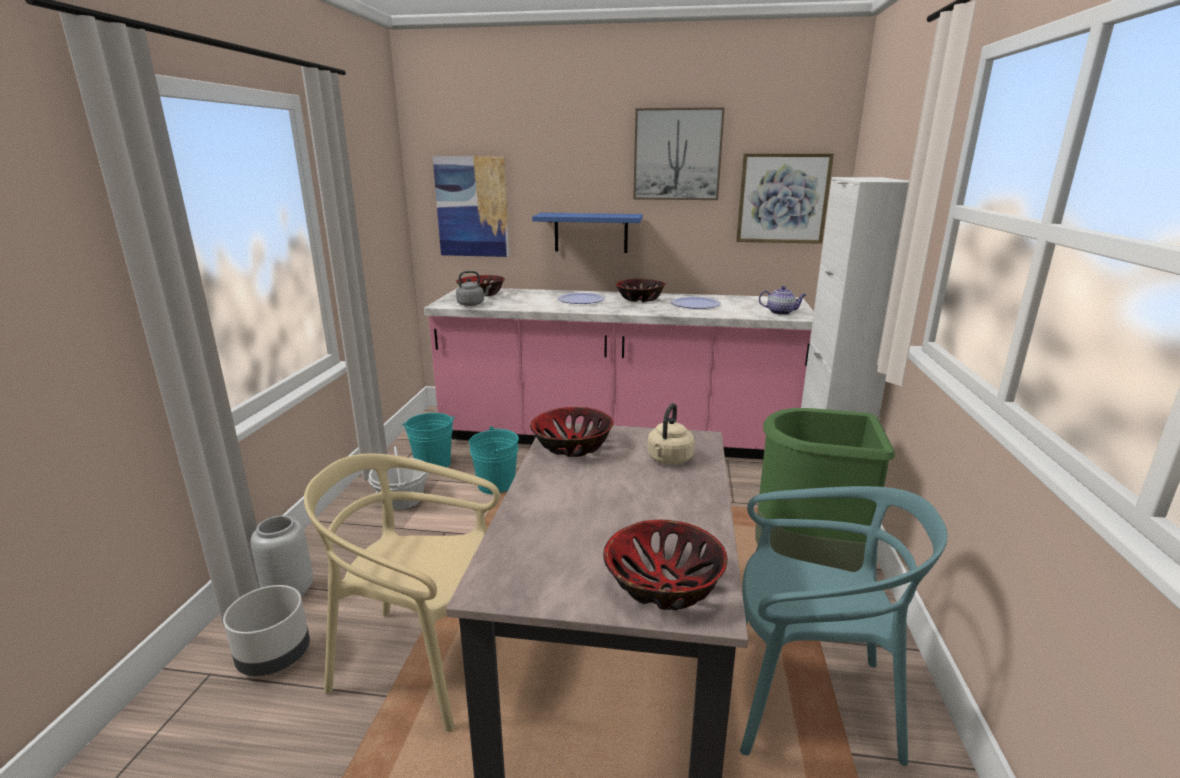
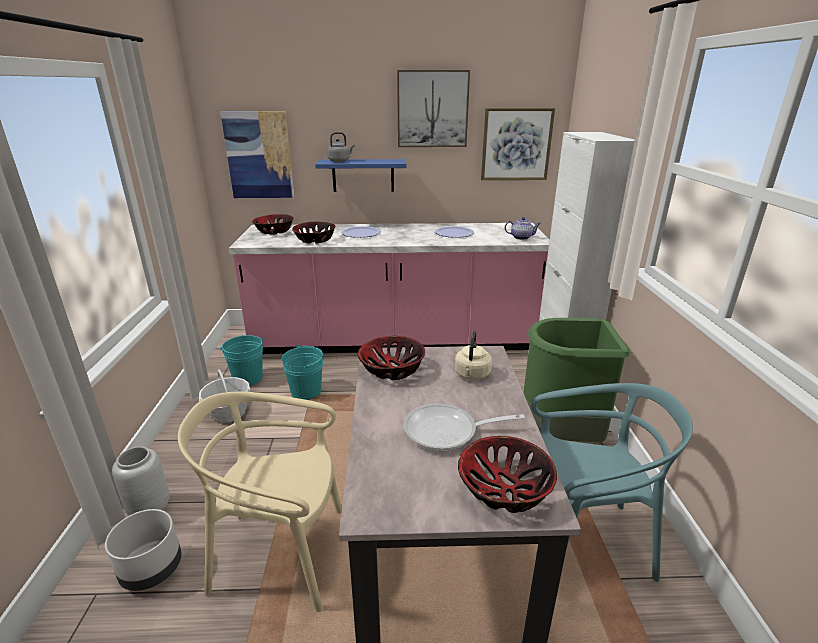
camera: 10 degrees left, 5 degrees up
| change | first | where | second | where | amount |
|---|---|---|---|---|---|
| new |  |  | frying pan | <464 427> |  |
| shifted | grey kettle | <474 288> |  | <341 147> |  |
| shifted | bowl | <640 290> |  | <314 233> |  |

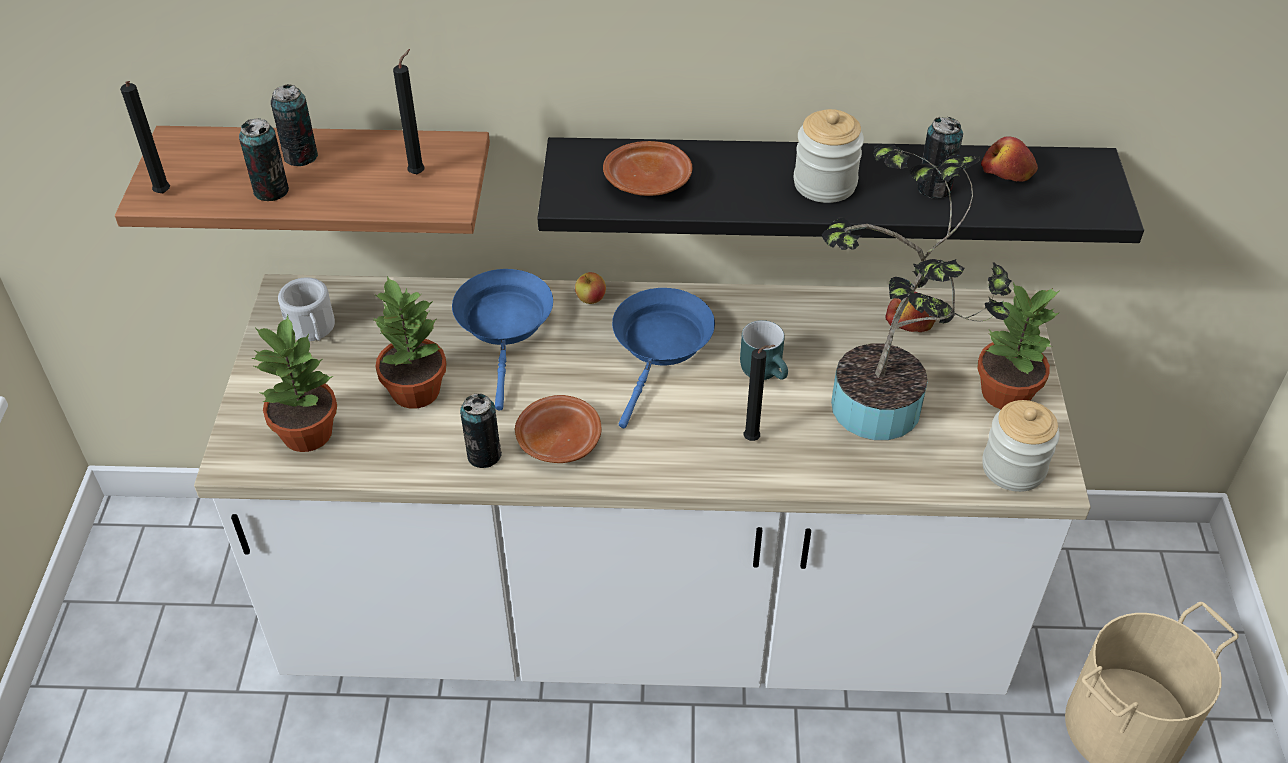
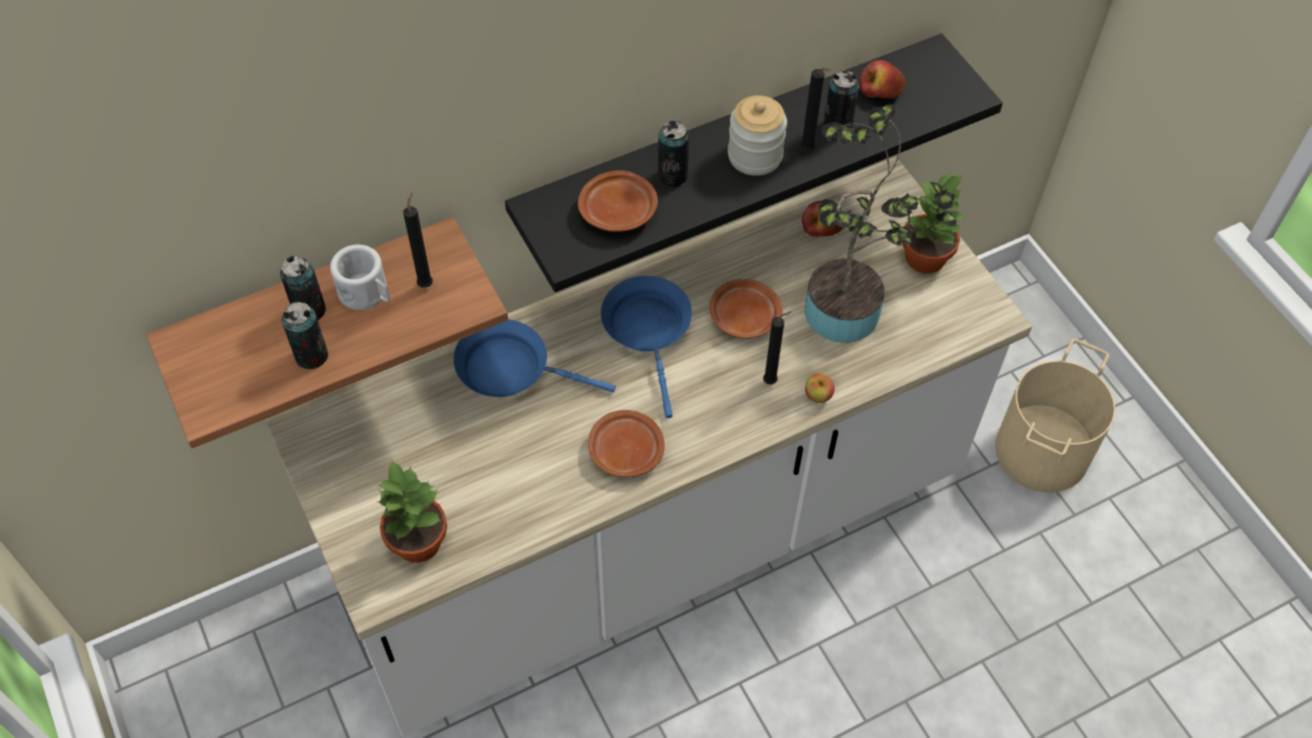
camera: 30 degrees left, 10 degrees up
| change | first | where | second | where | amount |
|---|---|---|---|---|---|
| gone | potted plant | <410 342> |  |  |  |
| gone | jar | <1021 446> |  |  |  |
| shifted | black candle | <145 137> |  | <815 110> |  |
| shifted | white mug | <306 309> |  | <360 277> |  |
| shifted | can | <481 431> |  | <673 154> |  |
| shifted | apple | <590 288> |  | <820 388> |  |
| swapped | turquoise mug | <764 350> | brown plate | <745 309> |  |
| rotated | blue frying pan | <502 339> |  | <534 358> | 45 degrees counterclockwise |

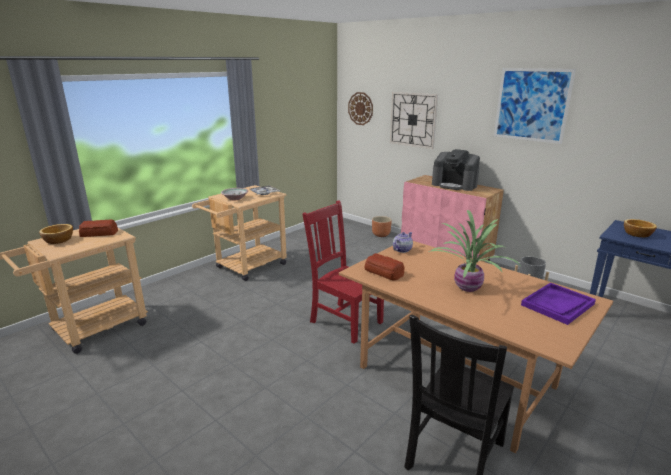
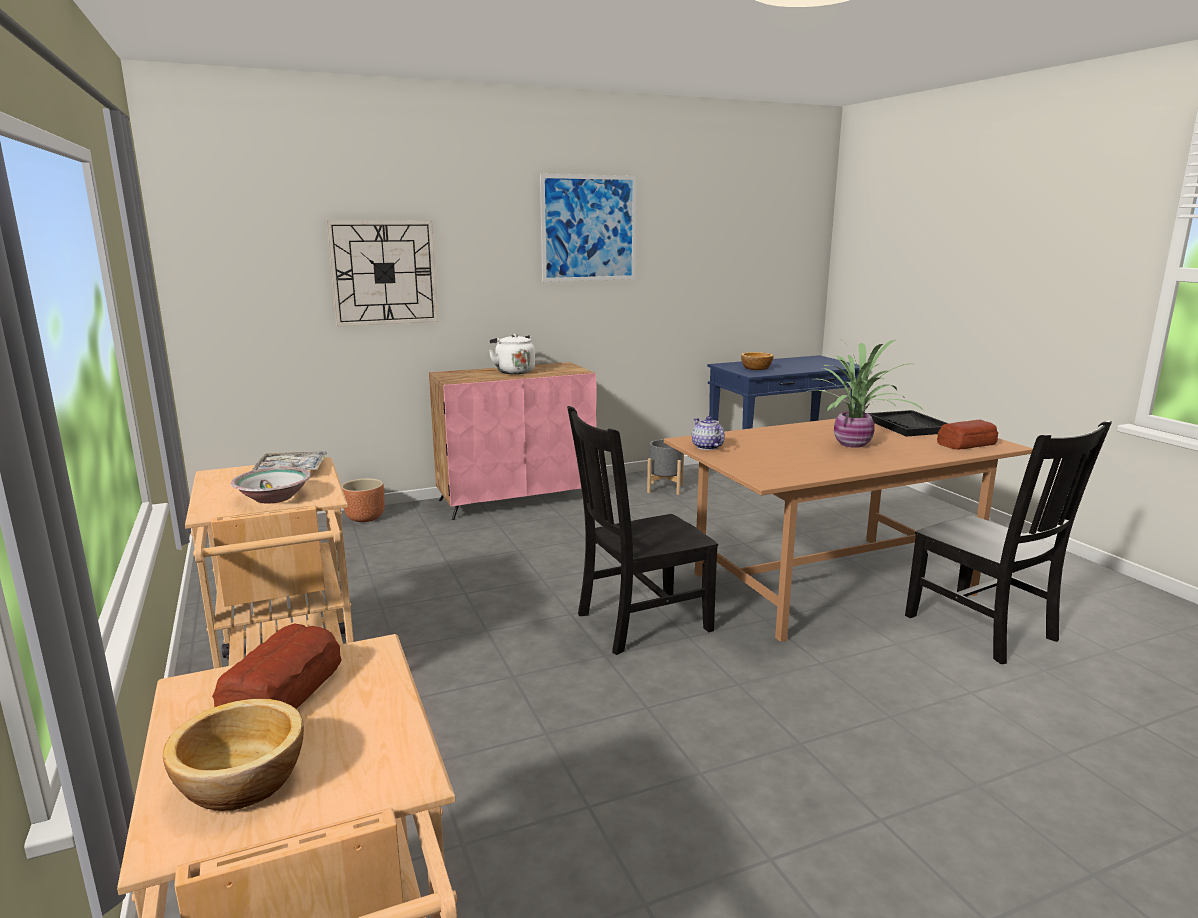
camera: 65 degrees left, 5 degrees down
| change | first | where | second | where | amount |
|---|---|---|---|---|---|
| gone | wall clock | <360 108> |  |  |  |
| shifted | bread | <385 267> |  | <967 435> |  |
| swapped | coffee machine | <456 170> | white kettle | <512 354> |  |
| repainted | red chair | <343 272> | black chair | <642 530> |  |
| repainted | purple tray | <558 304> | black tray | <908 423> |  |

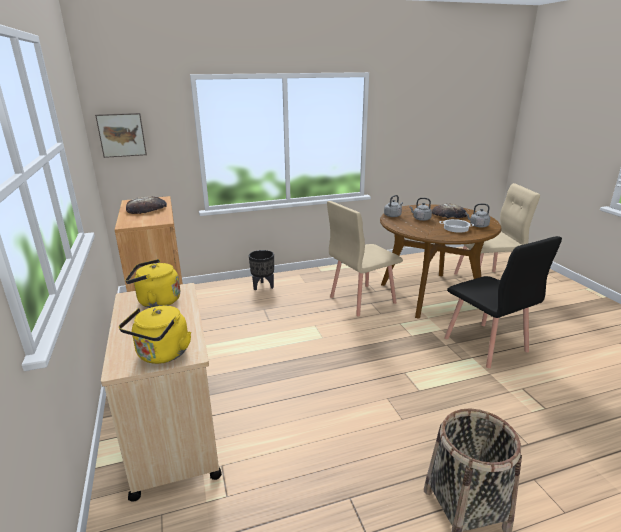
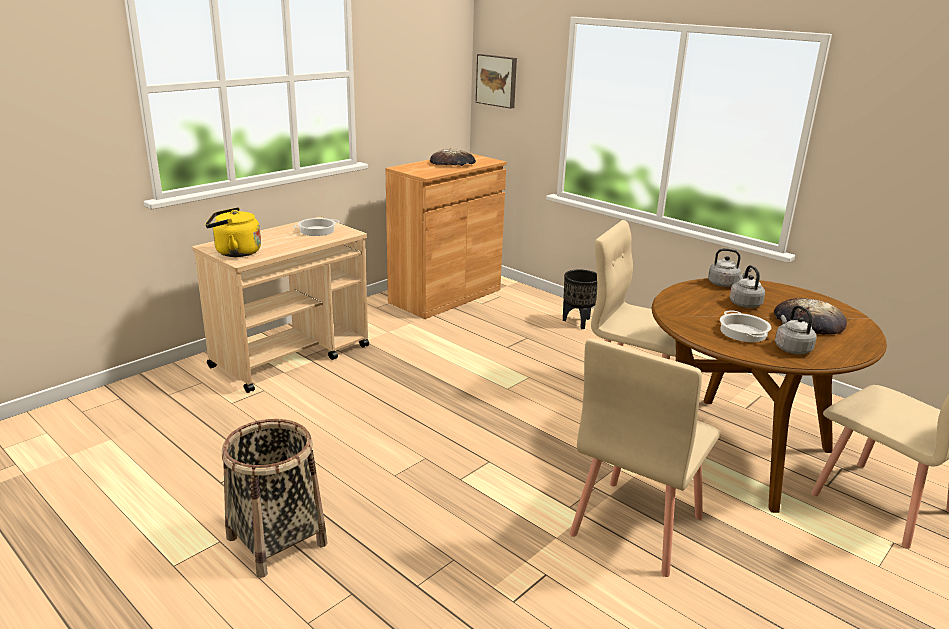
camera: 60 degrees right, 0 degrees up
| change | first | where | second | where | amount |
|---|---|---|---|---|---|
| swapped | yellow kettle | <152 283> | cooking pot | <316 227> |  |
| repainted | black chair | <503 302> | beige chair | <644 457> |  |

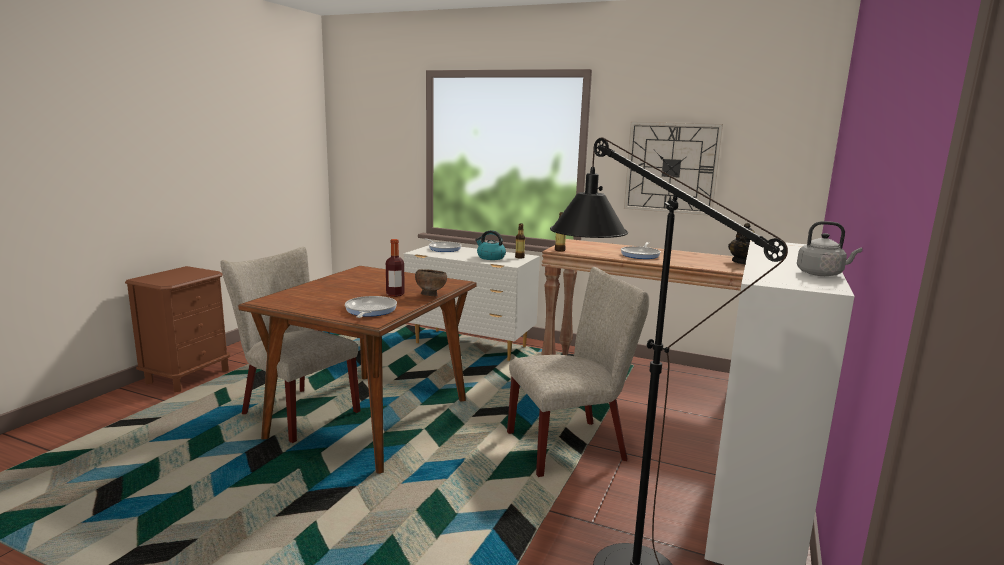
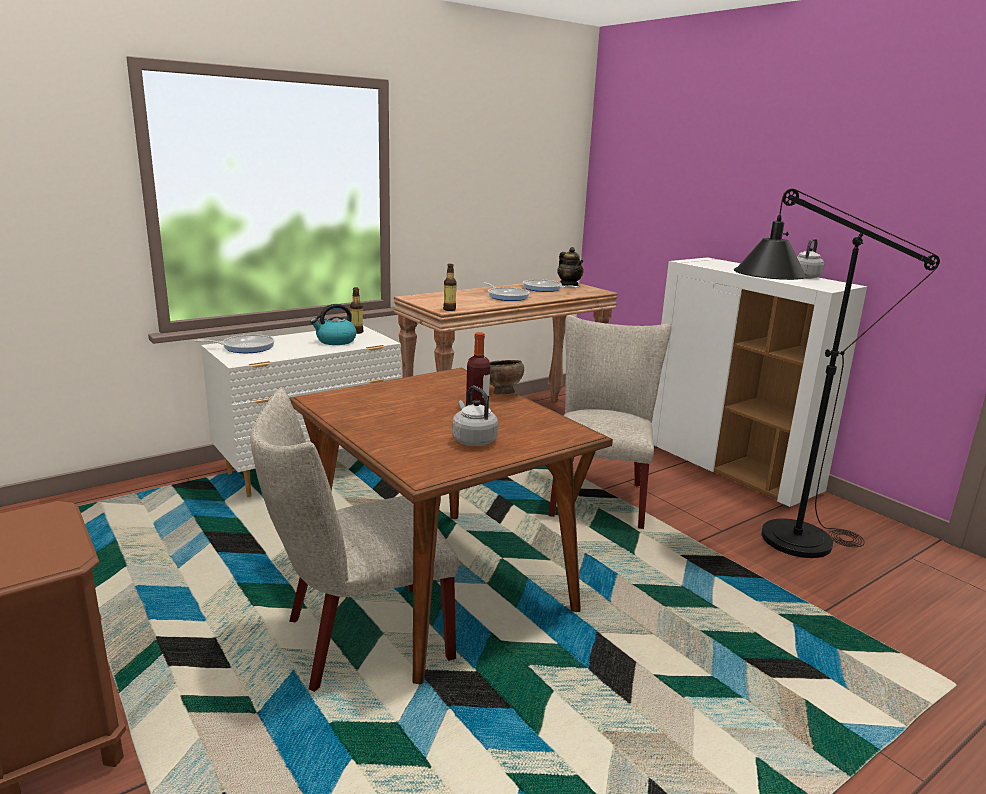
camera: 60 degrees left, 5 degrees up
| change | first | where | second | where | amount |
|---|---|---|---|---|---|
| gone | wall clock | <673 169> |  |  |  |
| new |  |  | grey kettle | <475 416> |  |
| shifted | frying pan | <371 307> |  | <551 285> |  |

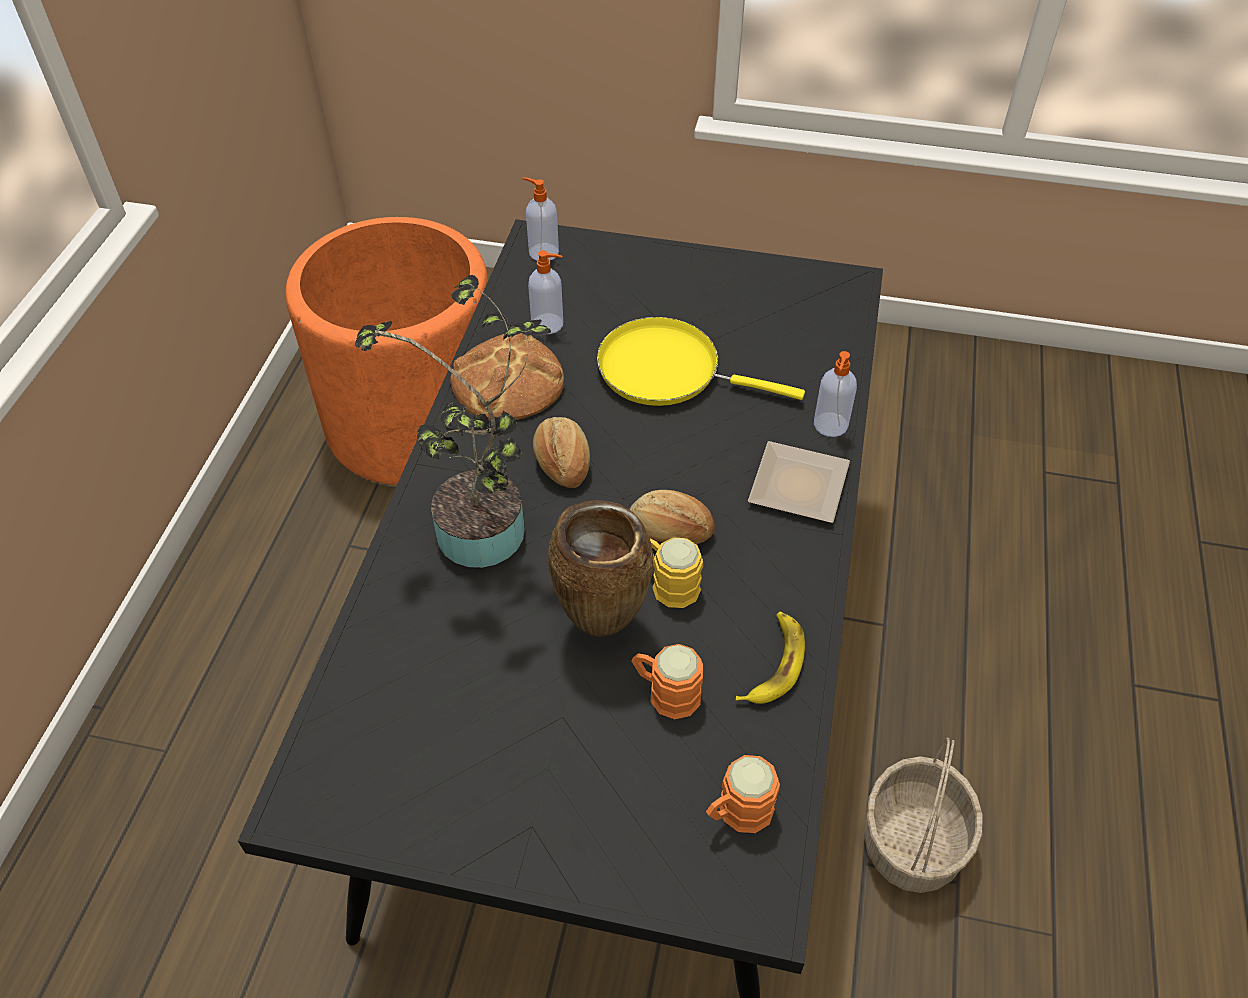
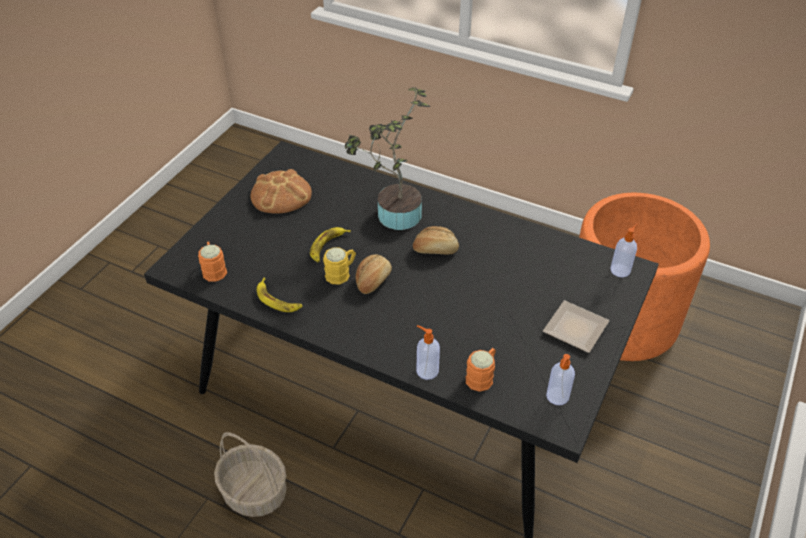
camera: 105 degrees right, 5 degrees down
| change | first | where | second | where | amount |
|---|---|---|---|---|---|
| gone | yellow frying pan | <701 361> |  |  |  |
| shifted | bread | <507 377> |  | <281 191> |  |
| shifted | soap dispenser | <545 292> |  | <560 379> |  |
| shifted | orange mug | <667 681> |  | <481 370> |  |
| shifted | plate | <799 482> |  | <576 326> |  |
| swapped | brown vase | <600 568> | banana | <330 244> |  |

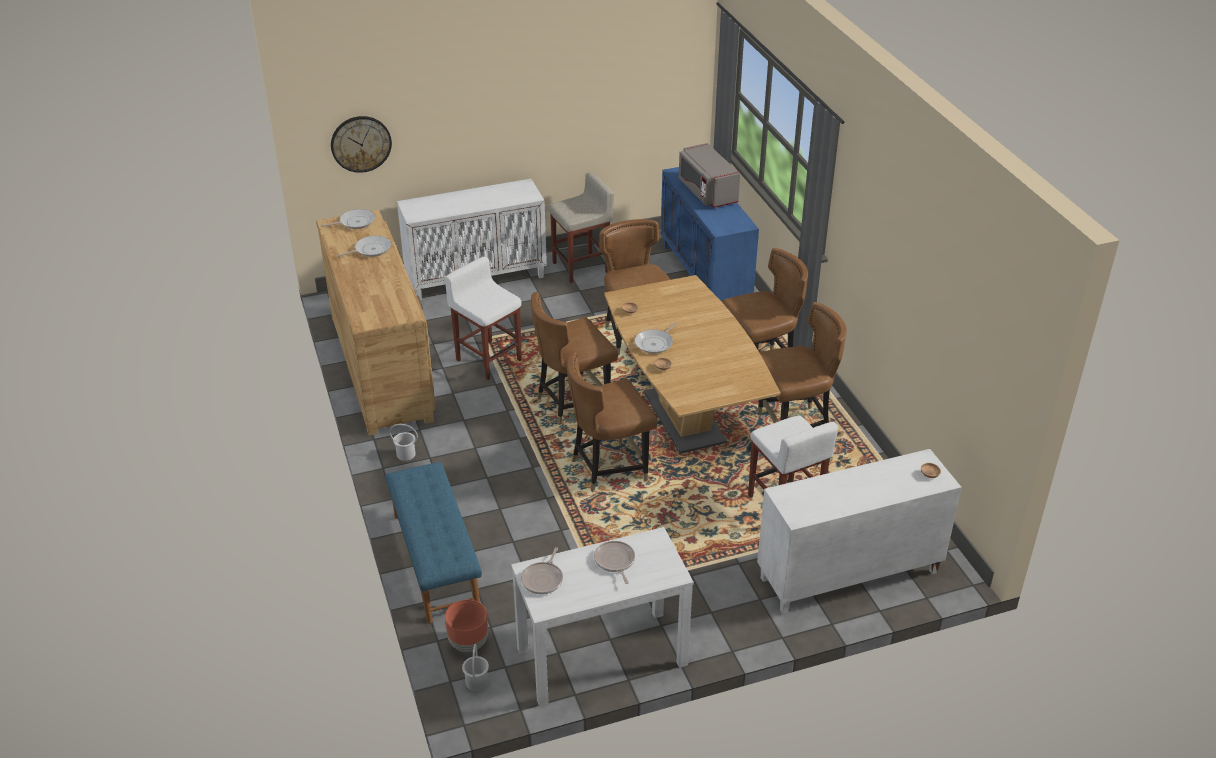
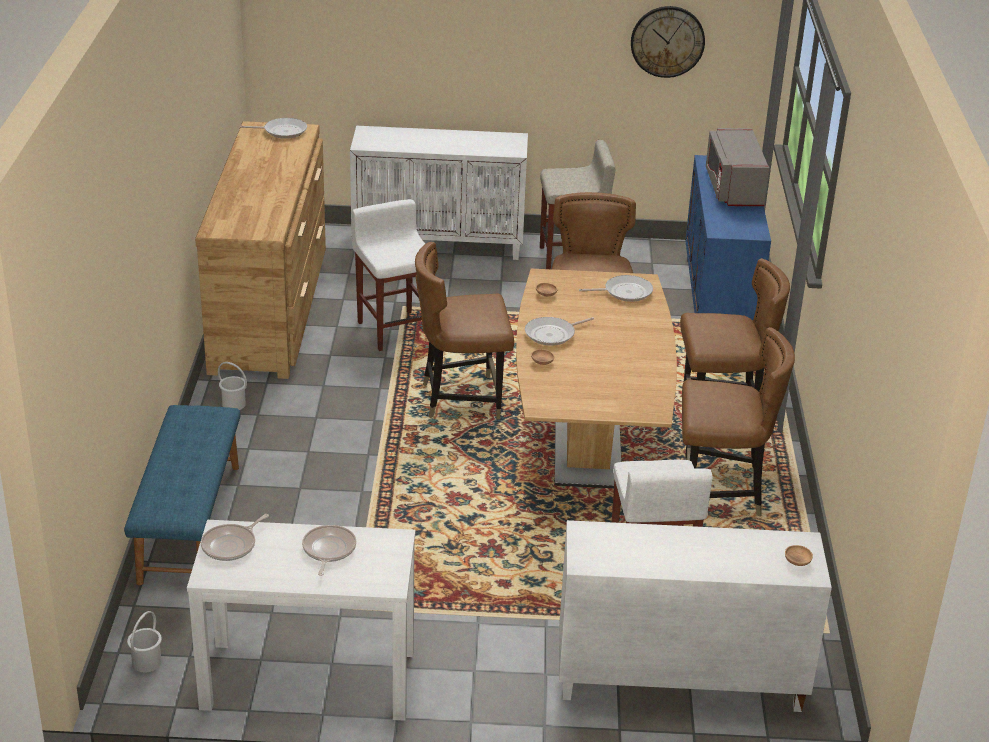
camera: 20 degrees right, 5 degrees down
| change | first | where | second | where | amount |
|---|---|---|---|---|---|
| gone | brown planter | <466 626> |  |  |  |
| gone | brown chair | <612 421> |  |  |  |
| shifted | wall clock | <361 144> |  | <668 42> |  |
| shifted | frying pan | <363 246> |  | <616 288> |  |

